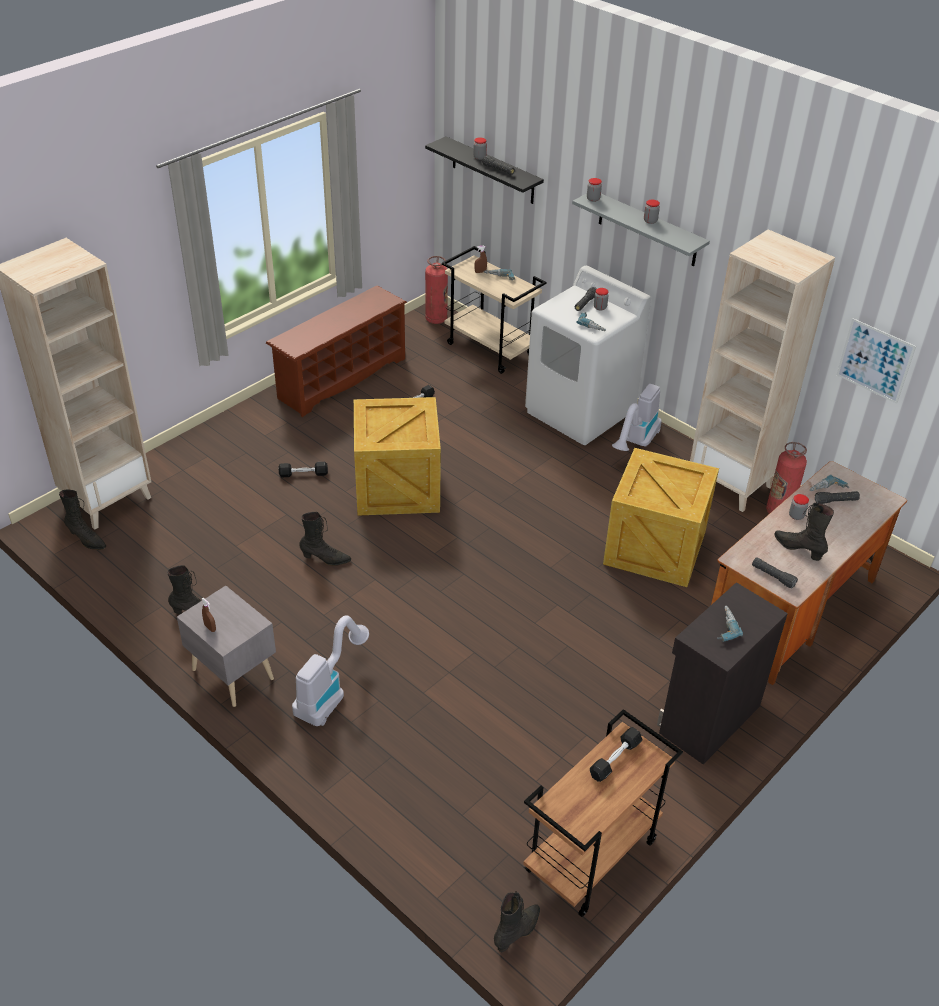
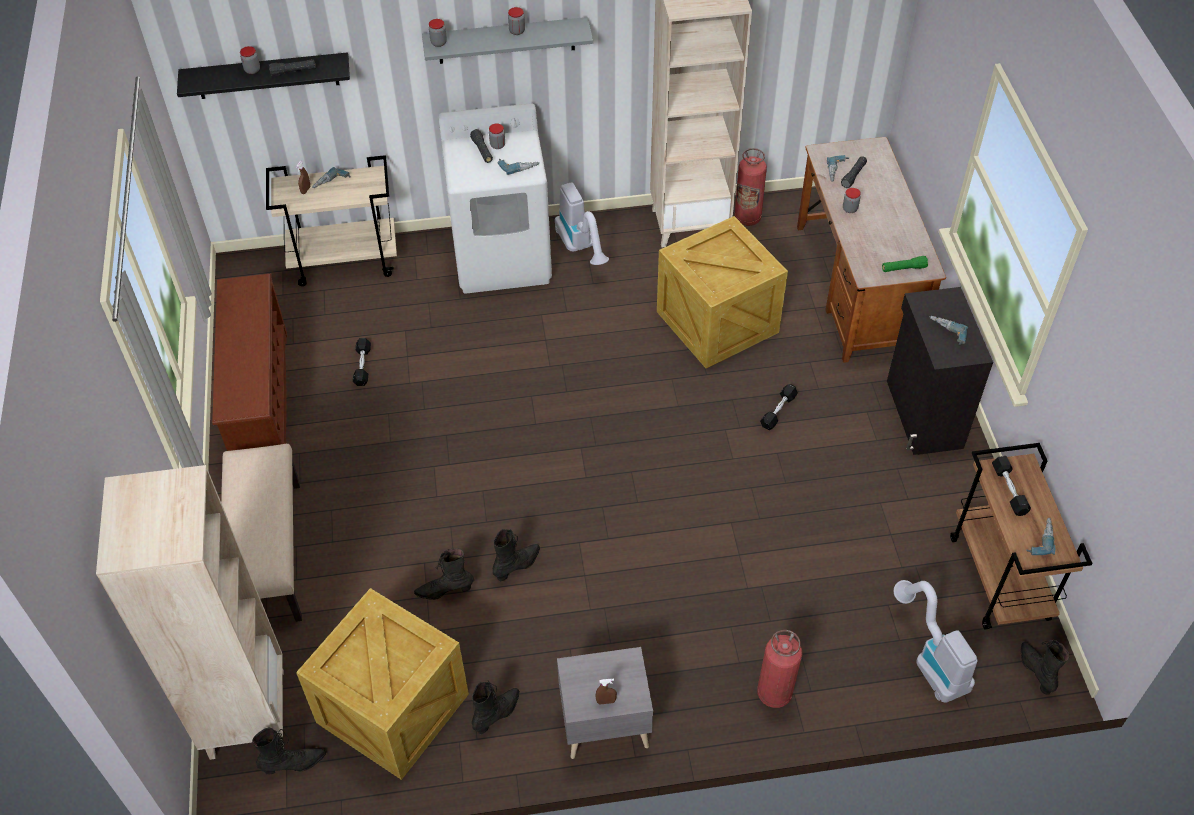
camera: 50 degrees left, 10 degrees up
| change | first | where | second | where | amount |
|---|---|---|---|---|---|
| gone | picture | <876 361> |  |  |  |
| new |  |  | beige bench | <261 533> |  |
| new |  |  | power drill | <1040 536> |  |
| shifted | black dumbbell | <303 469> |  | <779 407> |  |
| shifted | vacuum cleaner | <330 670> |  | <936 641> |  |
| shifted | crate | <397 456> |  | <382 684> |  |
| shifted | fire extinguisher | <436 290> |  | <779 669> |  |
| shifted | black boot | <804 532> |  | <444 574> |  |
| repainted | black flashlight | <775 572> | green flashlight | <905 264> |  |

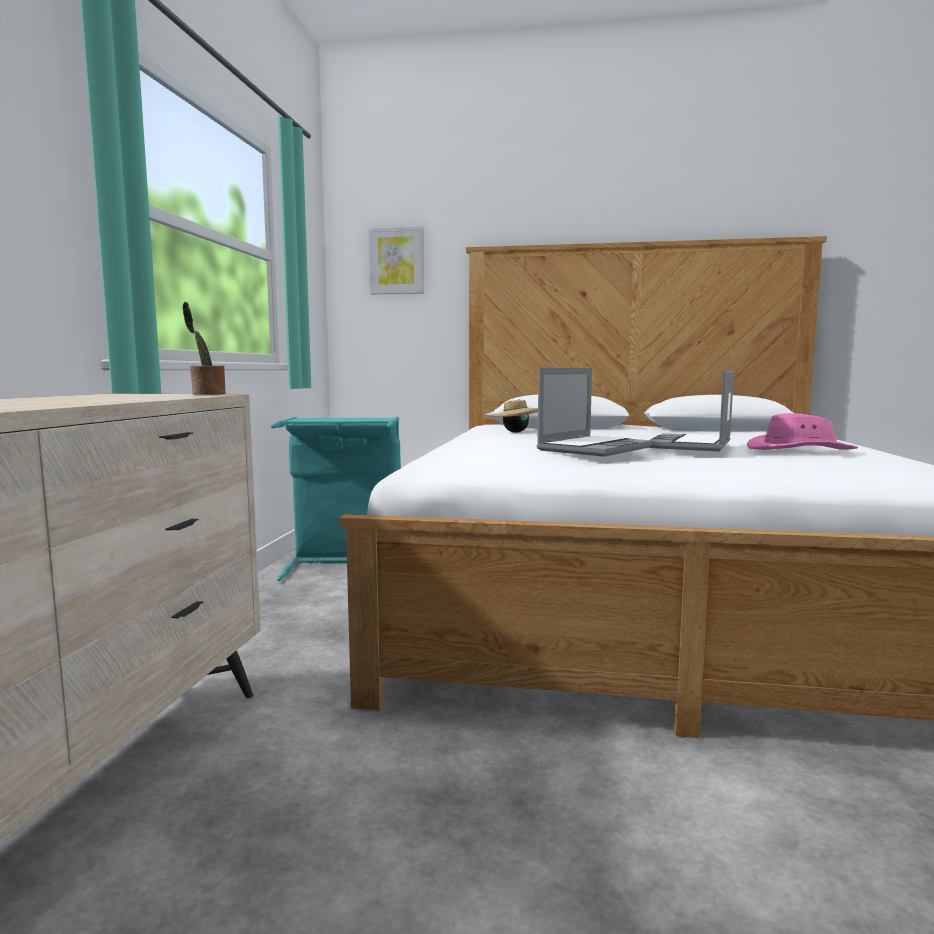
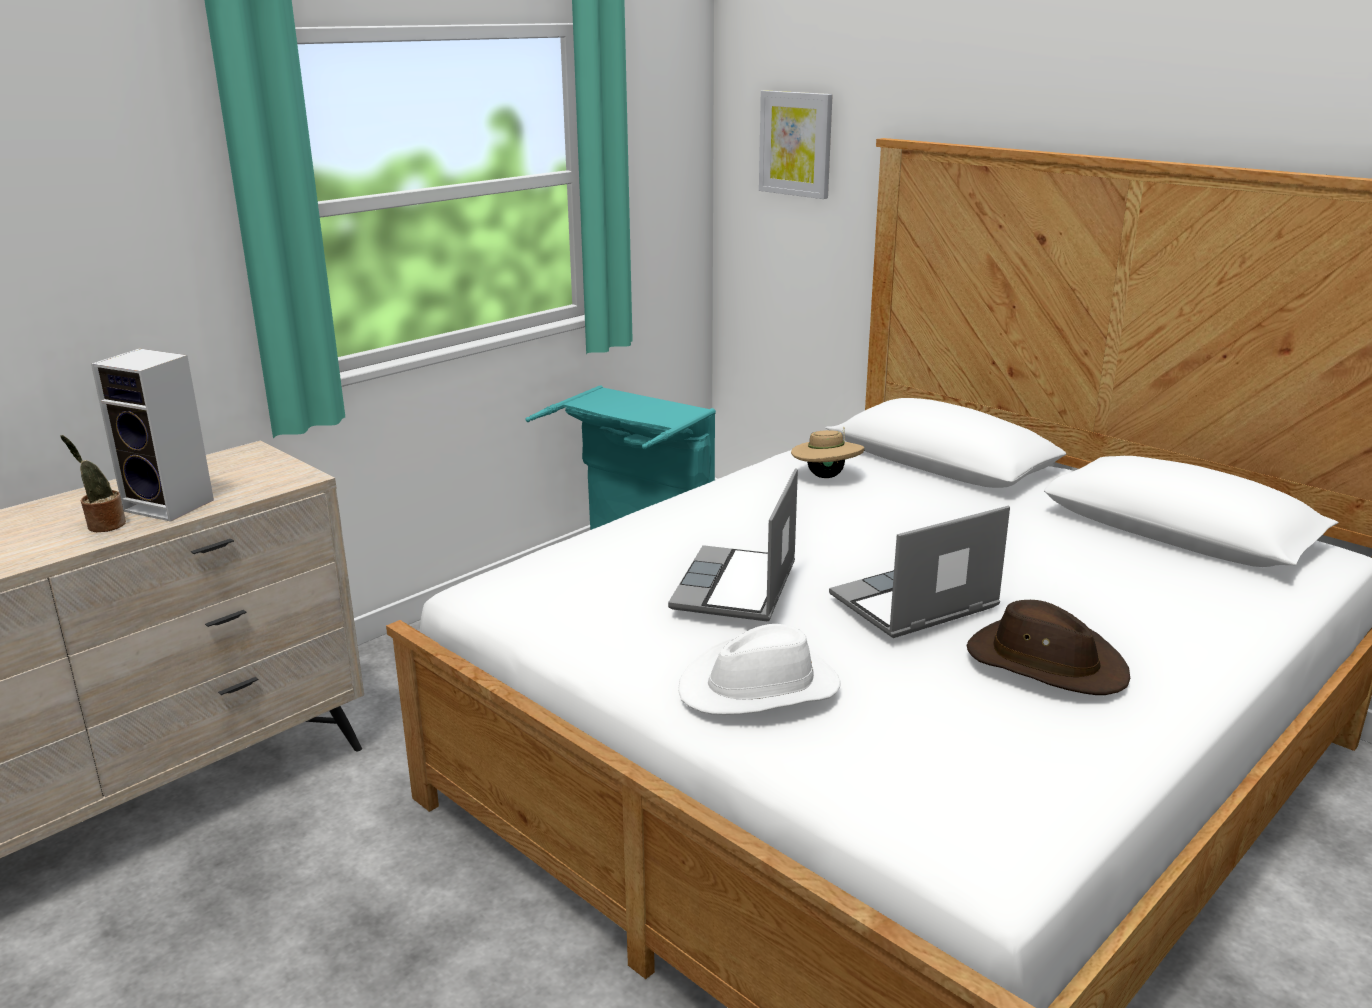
camera: 35 degrees right, 15 degrees up
| change | first | where | second | where | amount |
|---|---|---|---|---|---|
| new |  |  | speaker | <152 435> |  |
| new |  |  | white hat | <759 669> |  |
| shifted | potted plant | <204 348> |  | <93 483> |  |
| repainted | pink hat | <802 431> | brown hat | <1048 647> |  |
| rotated | laptop | <594 412> |  | <733 545> | 120 degrees clockwise |

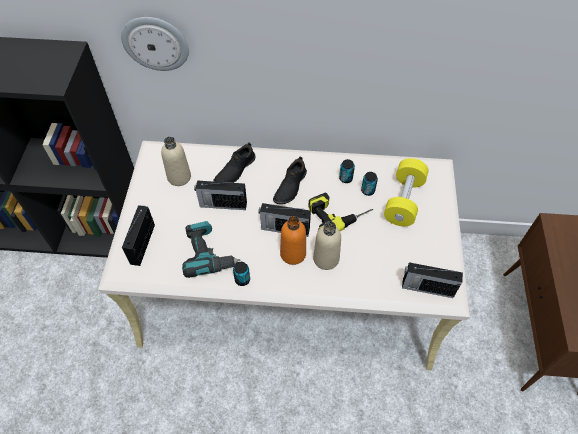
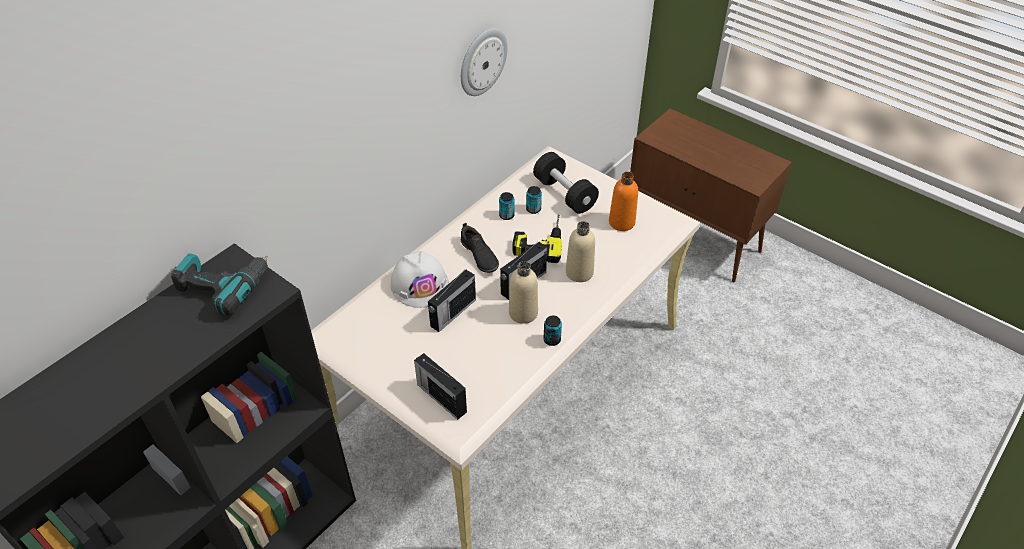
camera: 55 degrees left, 10 degrees down
| change | first | where | second | where | amount |
|---|---|---|---|---|---|
| gone | radio | <432 280> |  |  |  |
| shifted | wall clock | <155 44> |  | <484 62> |  |
| shifted | beige bottle | <176 161> |  | <523 292> |  |
| shifted | power drill | <211 249> |  | <219 284> |  |
| shifted | orange bottle | <293 240> |  | <623 201> |  |
| swapped | black shoe | <234 162> | white hard hat | <419 279> |  |
| repainted | yellow dumbbell | <406 192> | black dumbbell | <566 183> |  |

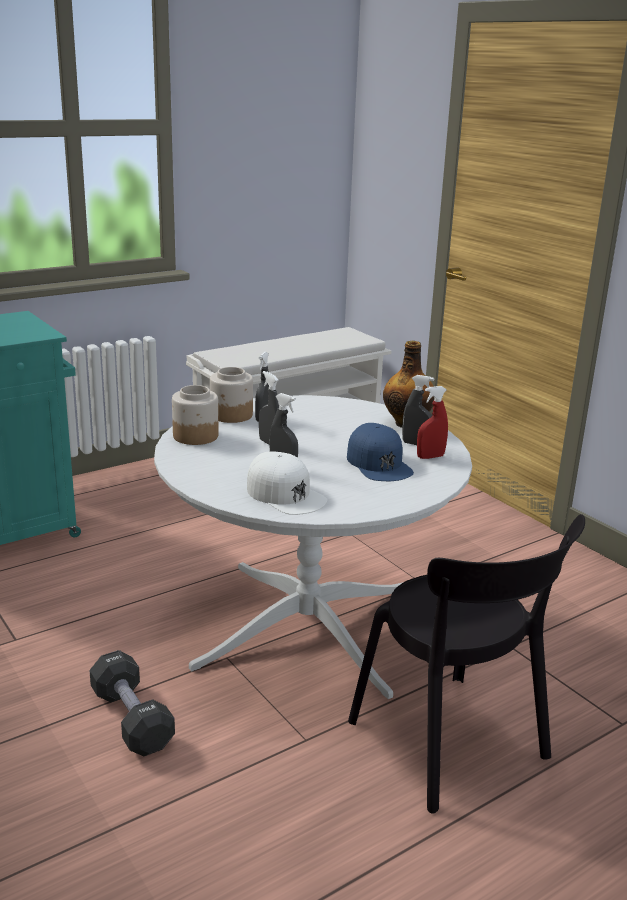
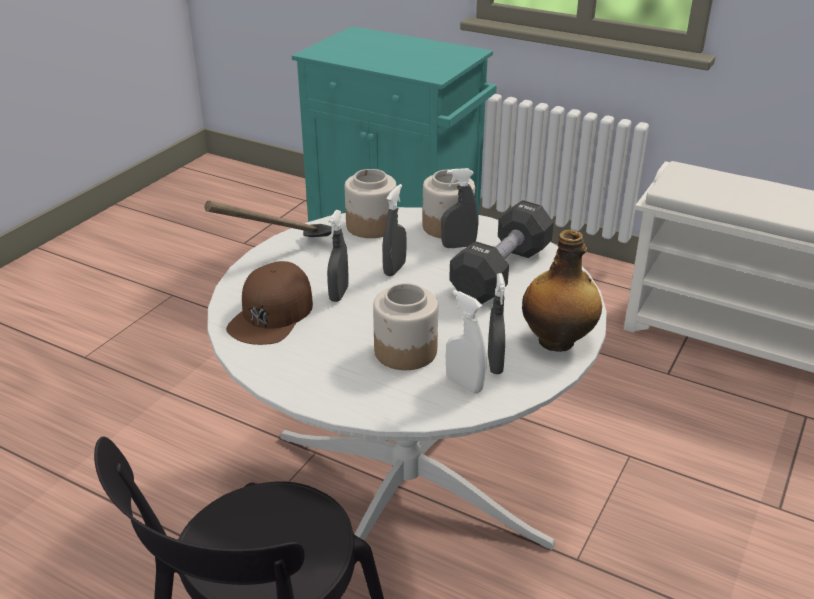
camera: 65 degrees right, 10 degrees up
| change | first | where | second | where | amount |
|---|---|---|---|---|---|
| new |  |  | hammer | <268 218> |  |
| shifted | black dumbbell | <132 703> |  | <501 252> |  |
| swapped | blue cap | <380 452> | jar | <405 326> |  |
| repainted | white cap | <287 483> | brown cap | <269 303> |  |
| repainted | red spray bottle | <432 422> | white spray bottle | <465 342> |  |

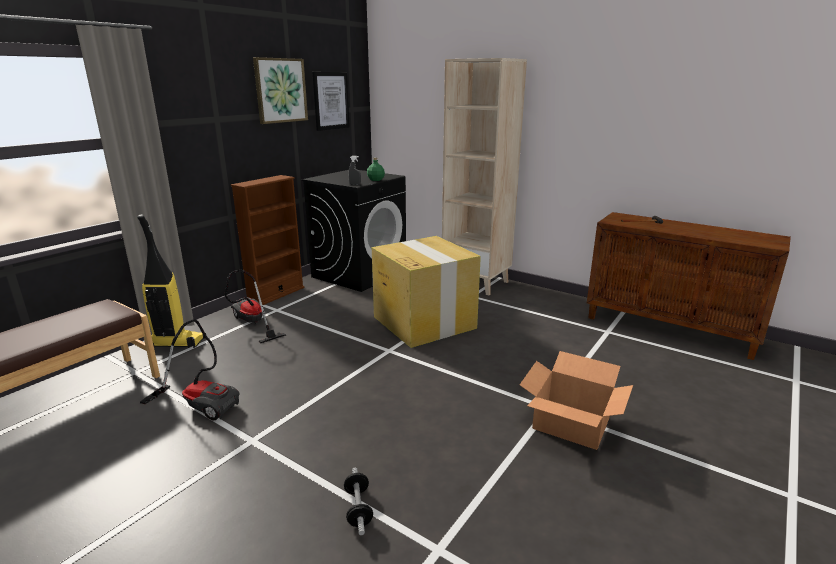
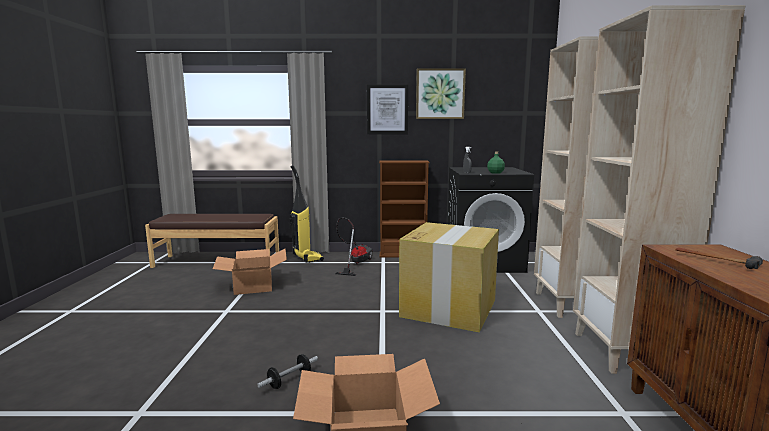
camera: 55 degrees right, 10 degrees down
| change | first | where | second | where | amount |
|---|---|---|---|---|---|
| new |  |  | beige bookcase | <659 189> |  |
| shifted | picture | <331 101> |  | <387 109> |  |
| shifted | dumbbell | <358 501> |  | <287 371> |  |
| swapped | vacuum cleaner | <190 369> | cardboard box | <250 272> |  |

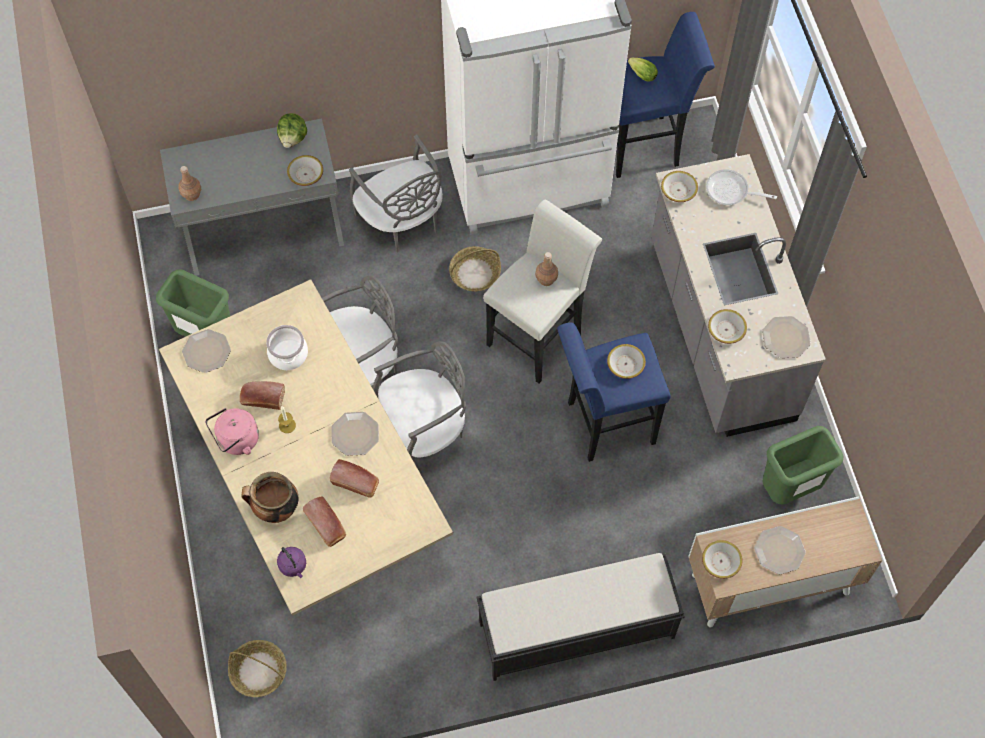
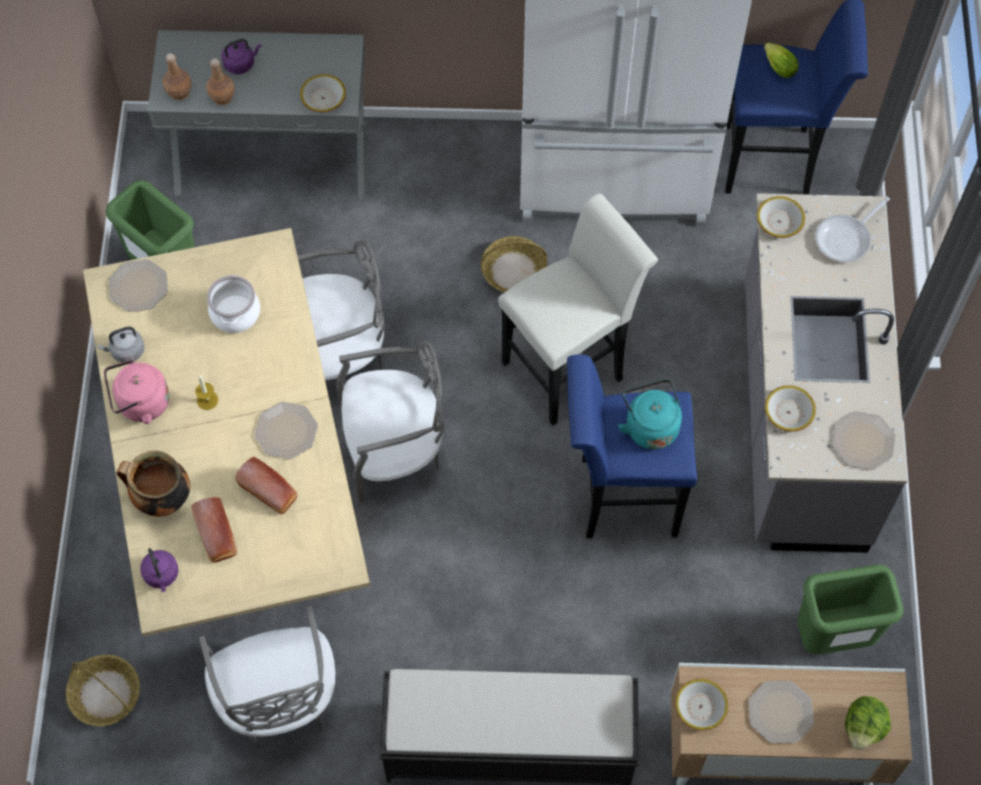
camera: 15 degrees right, 0 degrees up
| change | first | where | second | where | amount |
|---|---|---|---|---|---|
| gone | bread | <262 395> |  |  |  |
| new |  |  | grey kettle | <121 345> |  |
| new |  |  | purple kettle | <241 56> |  |
| shifted | lettuce | <292 130> |  | <868 722> |  |
| shifted | grey chair | <396 194> |  | <267 677> |  |
| shifted | brown bottle | <546 269> |  | <220 81> |  |
| swapped | bowl | <626 361> | turquoise kettle | <650 414> |  |
| rotated | frying pan | <741 187> |  | <852 229> | 75 degrees counterclockwise |

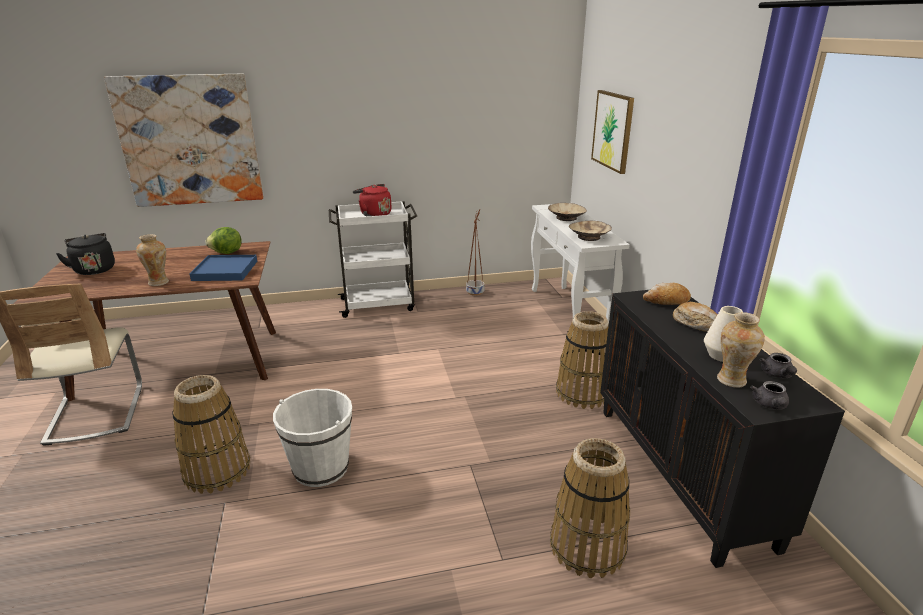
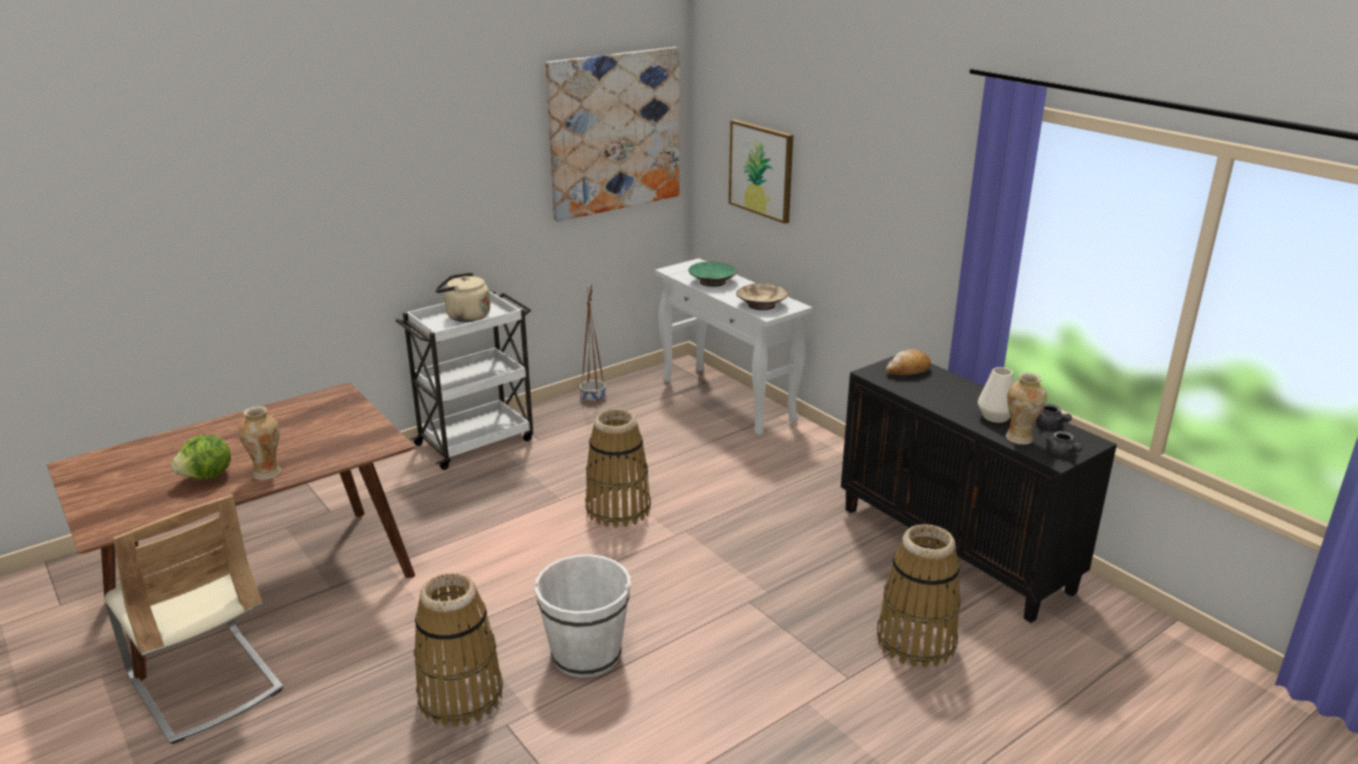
camera: 25 degrees left, 0 degrees up
| change | first | where | second | where | amount |
|---|---|---|---|---|---|
| gone | black kettle | <85 254> |  |  |  |
| gone | blue tray | <223 268> |  |  |  |
| gone | bread | <695 317> |  |  |  |
| shifted | picture | <184 140> |  | <612 134> |  |
| shifted | lettuce | <223 240> |  | <201 457> |  |
| shifted | basket | <582 360> |  | <618 468> |  |
| repainted | red kettle | <372 200> | beige kettle | <462 297> |  |
| repainted | beige bowl | <567 212> | green bowl | <713 274> |  |

